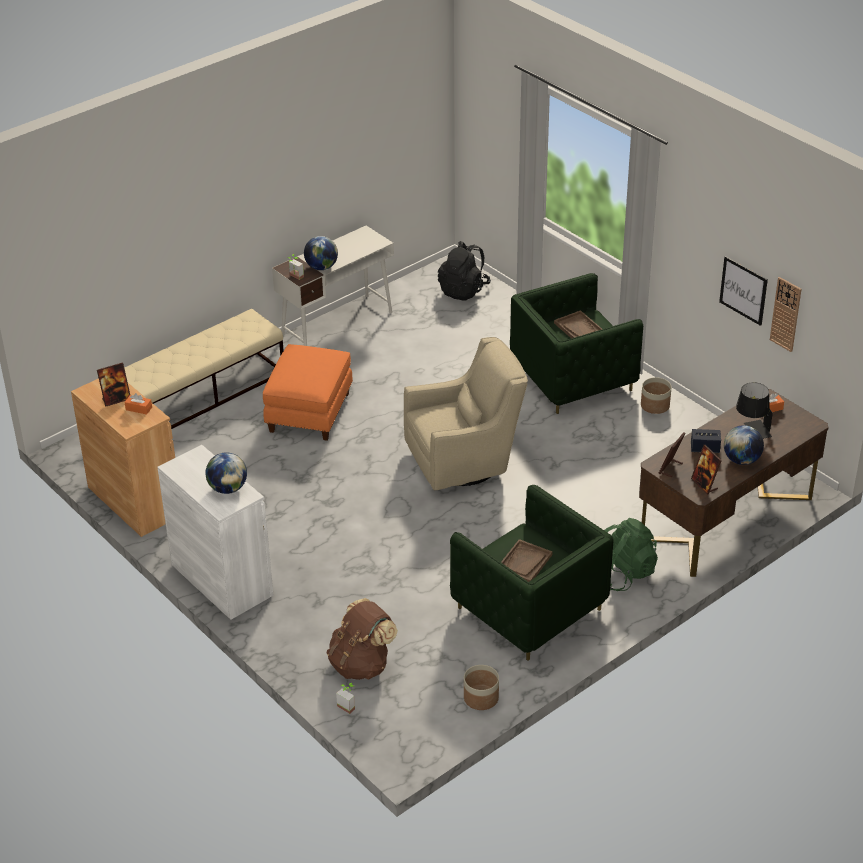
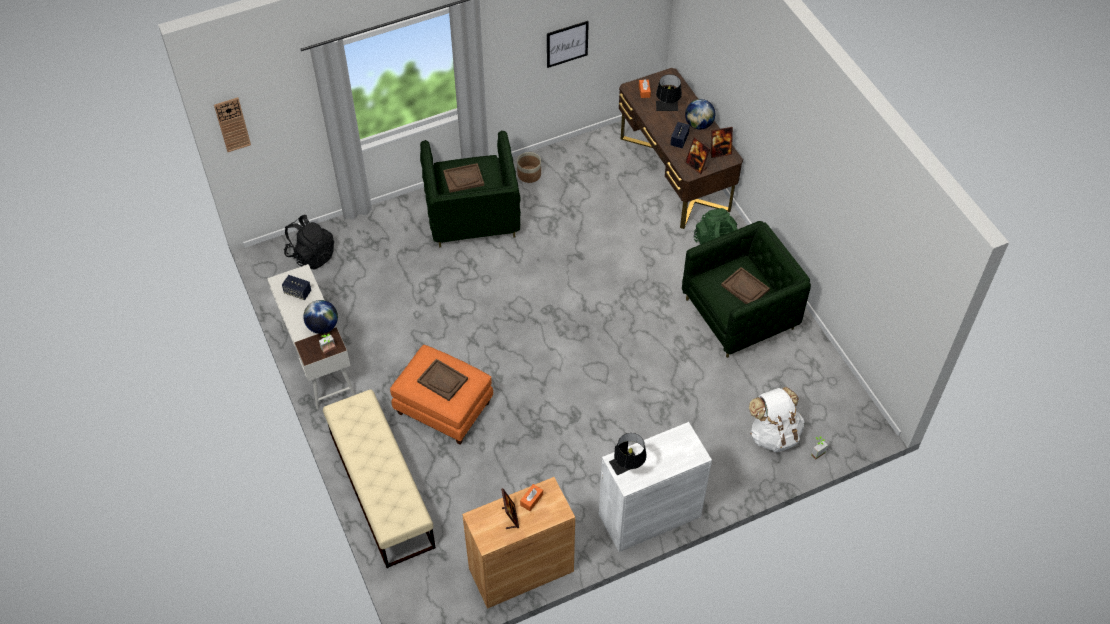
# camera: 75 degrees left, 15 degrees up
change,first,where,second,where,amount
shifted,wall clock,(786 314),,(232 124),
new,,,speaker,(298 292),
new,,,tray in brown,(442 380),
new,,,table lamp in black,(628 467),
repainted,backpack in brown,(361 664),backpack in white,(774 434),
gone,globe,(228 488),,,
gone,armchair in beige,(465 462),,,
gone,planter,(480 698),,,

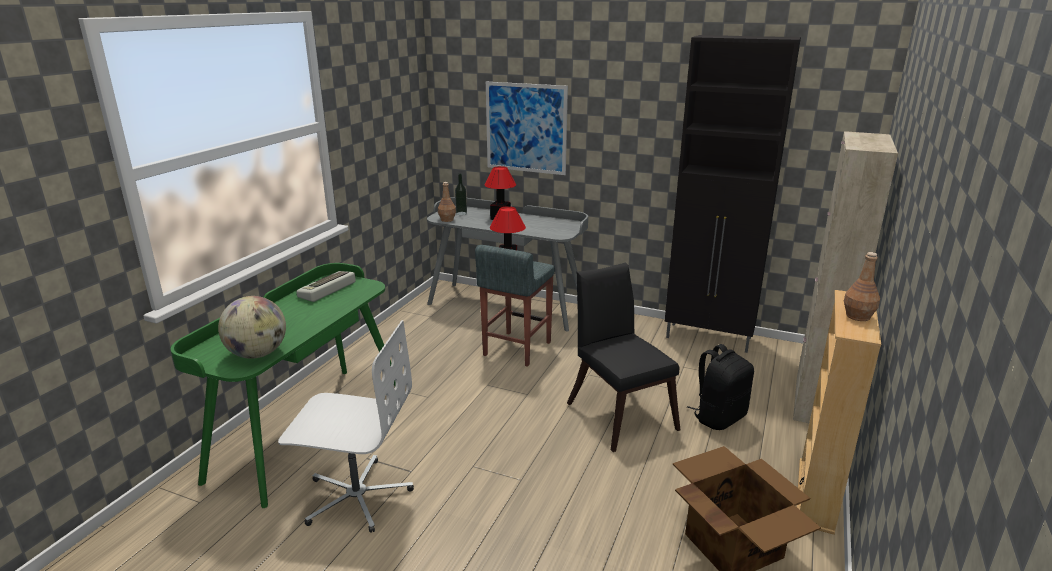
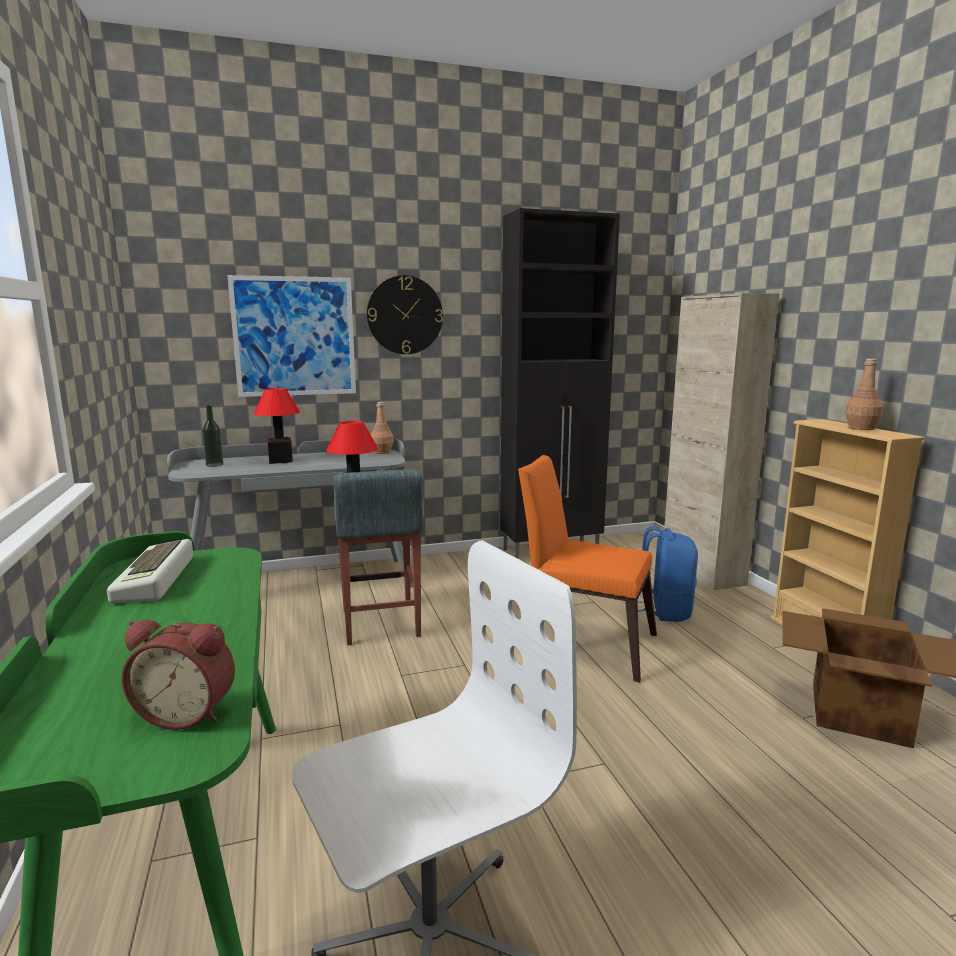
# camera: 40 degrees left, 10 degrees down
change,first,where,second,where,amount
swapped,globe,(258 354),alarm clock,(188 713),
new,,,wall clock,(405 315),
shifted,bottle in brown,(447 220),,(382 452),
repainted,chair in black,(619 412),chair in orange,(582 642),
repainted,backpack in black,(718 417),backpack in blue,(664 610),

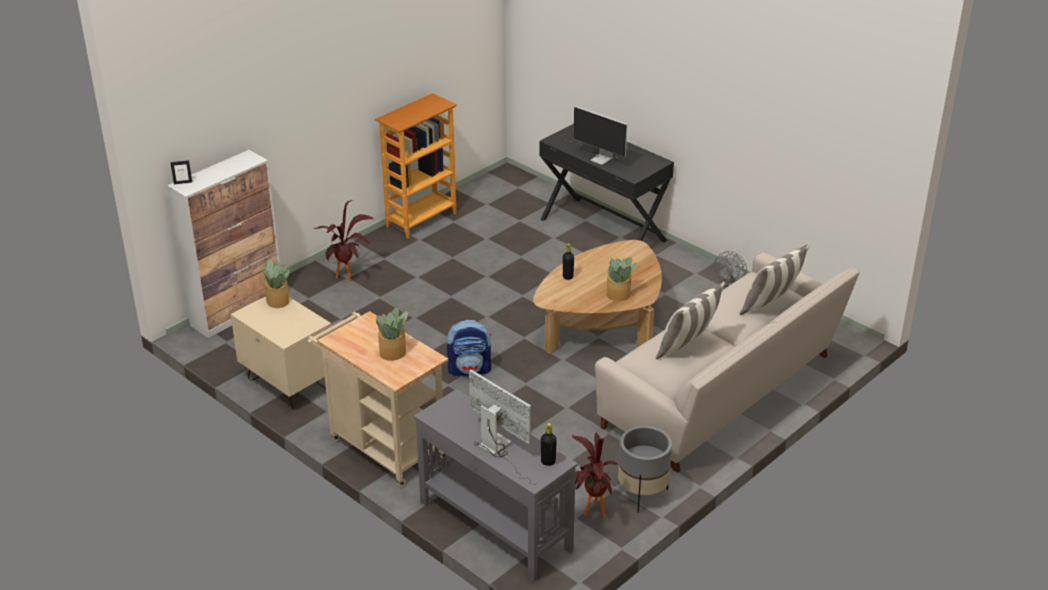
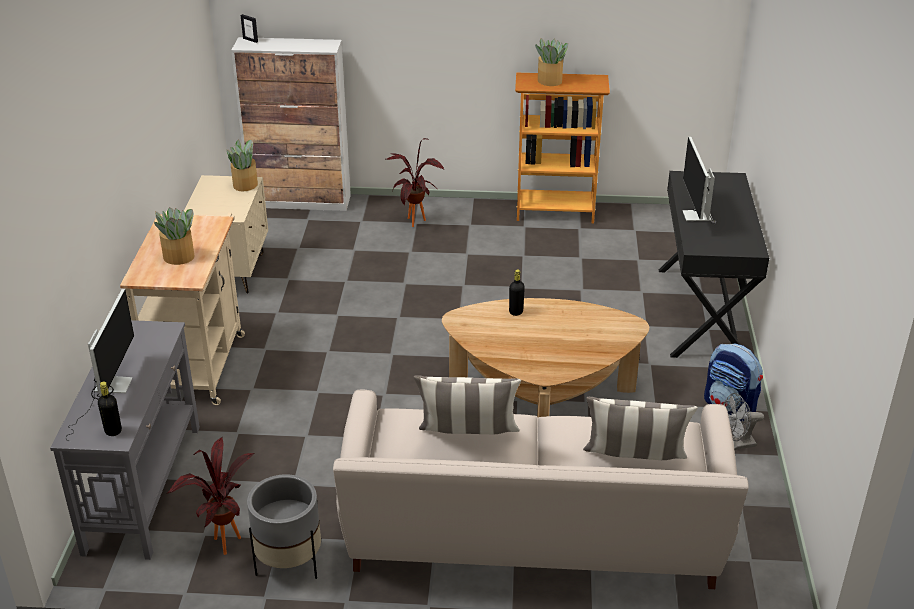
# camera: 50 degrees right, 0 degrees up
change,first,where,second,where,amount
shifted,potted plant,(619 295),,(550 81),
shifted,backpack,(470 369),,(730 407),

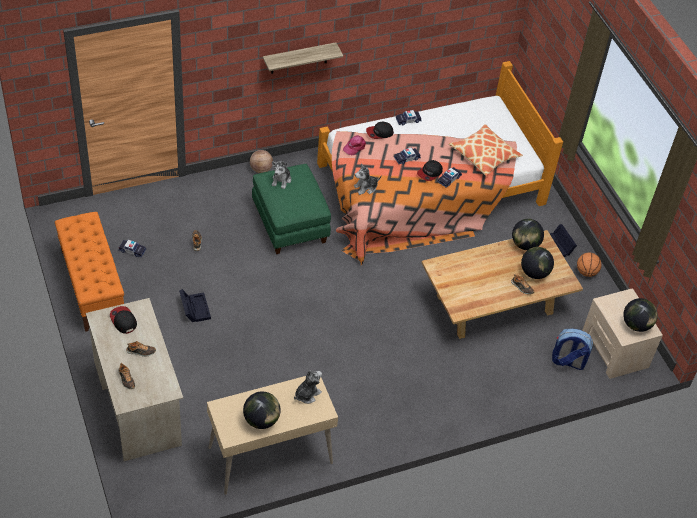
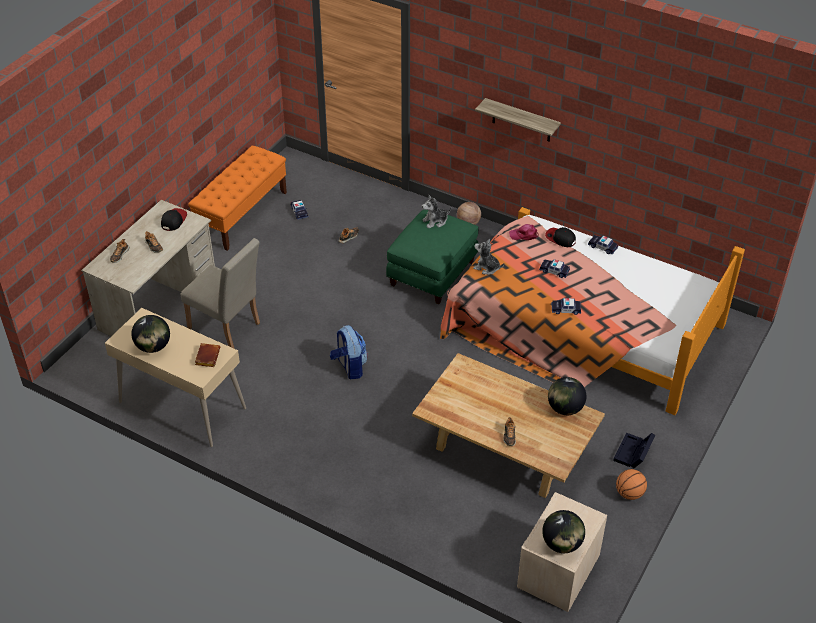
# camera: 55 degrees right, 5 degrees down
change,first,where,second,where,amount
new,,,chair in beige,(228 328),
swapped,plush toy,(307 394),book in brown,(207 356),
shifted,backpack,(567 361),,(349 367),
gone,storage box in black,(194 308),,,
gone,cap,(430 173),,,
gone,pillow,(484 155),,,
gone,globe,(534 273),,,

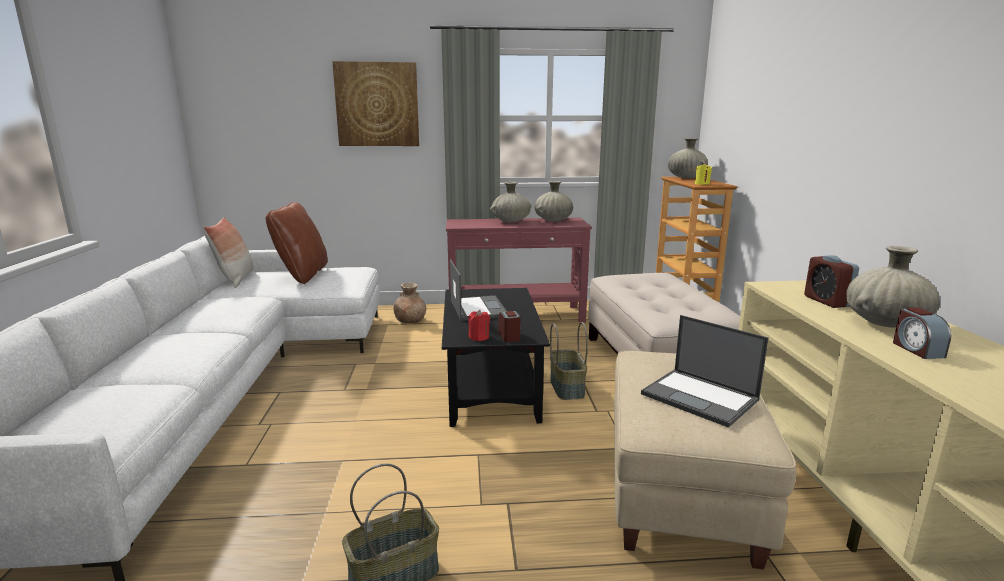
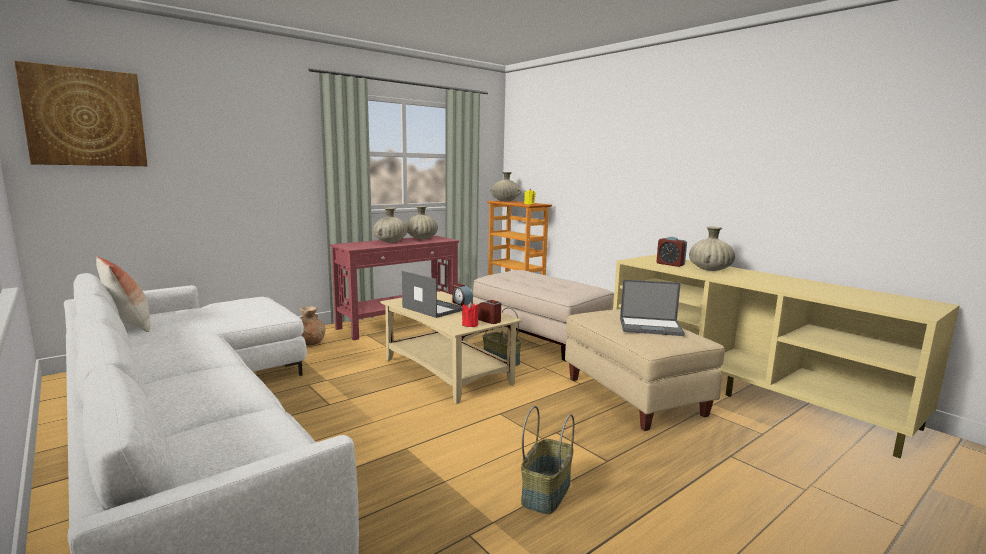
# camera: 35 degrees left, 5 degrees down
change,first,where,second,where,amount
shifted,picture,(377 104),,(85 117),
repainted,coffee table in black,(490 384),coffee table in beige,(446 371),
shifted,alarm clock,(916 349),,(461 303),
gone,pillow in brown,(302 275),,,

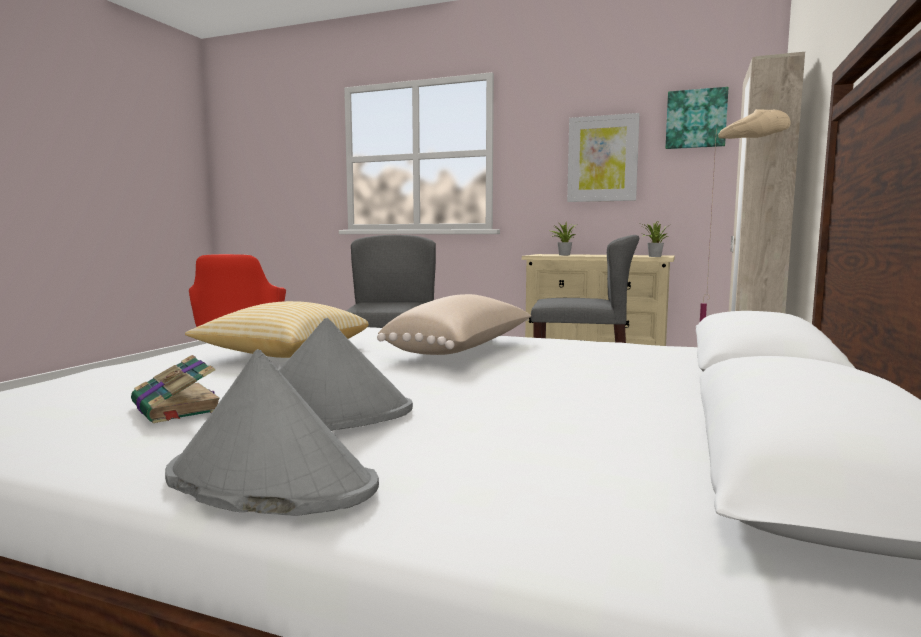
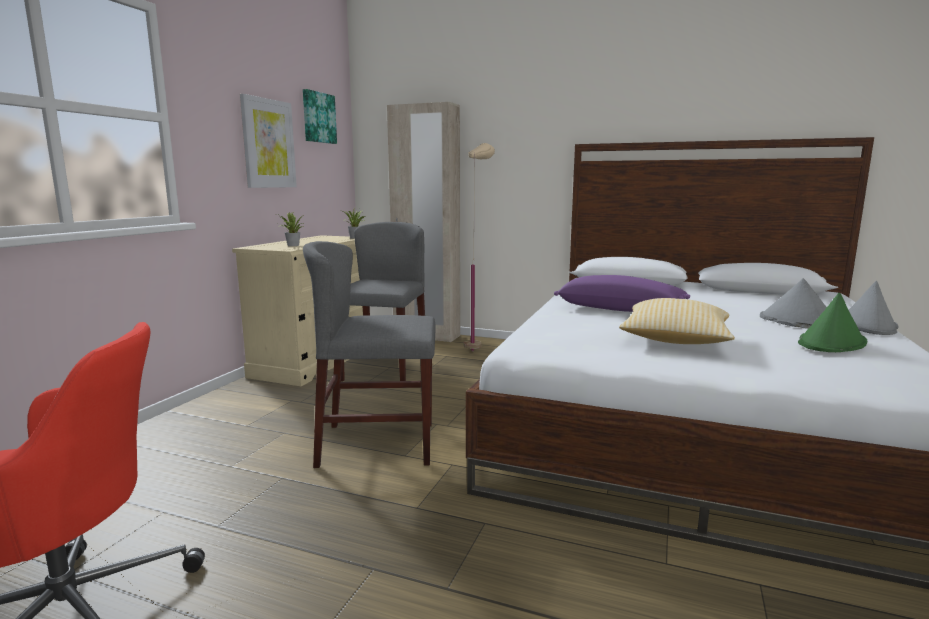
# camera: 90 degrees left, 5 degrees up
change,first,where,second,where,amount
repainted,pillow in beige,(463 350),pillow in purple,(620 309),
swapped,book,(178 408),hat in green,(831 343),

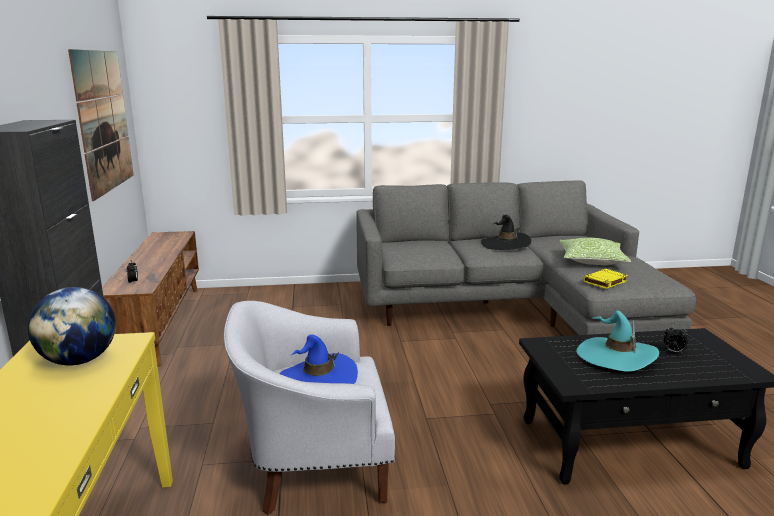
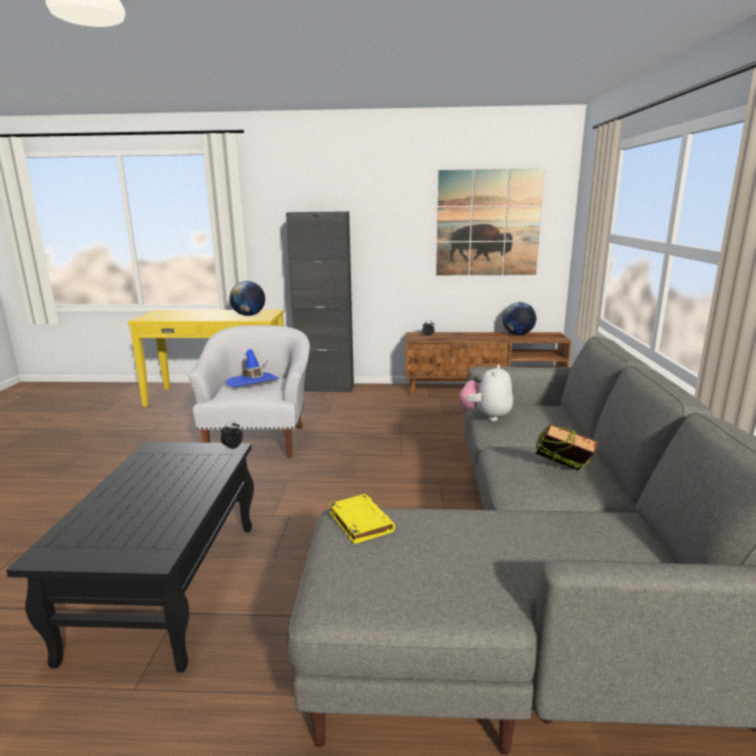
# camera: 100 degrees right, 0 degrees up
change,first,where,second,where,amount
shifted,alarm clock,(673 352),,(232 447),
new,,,plush toy,(486 416),
new,,,globe,(518 334),
swapped,hat in black,(505 244),book,(561 476),
gone,pillow,(592 261),,,
gone,hat in turquoise,(616 357),,,

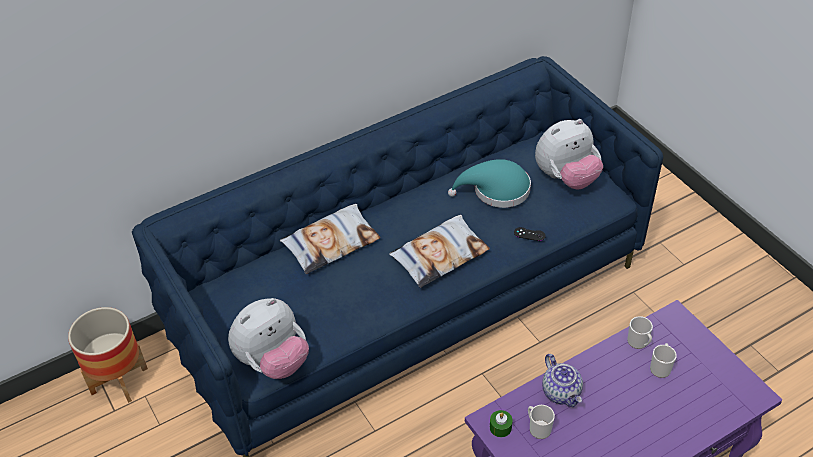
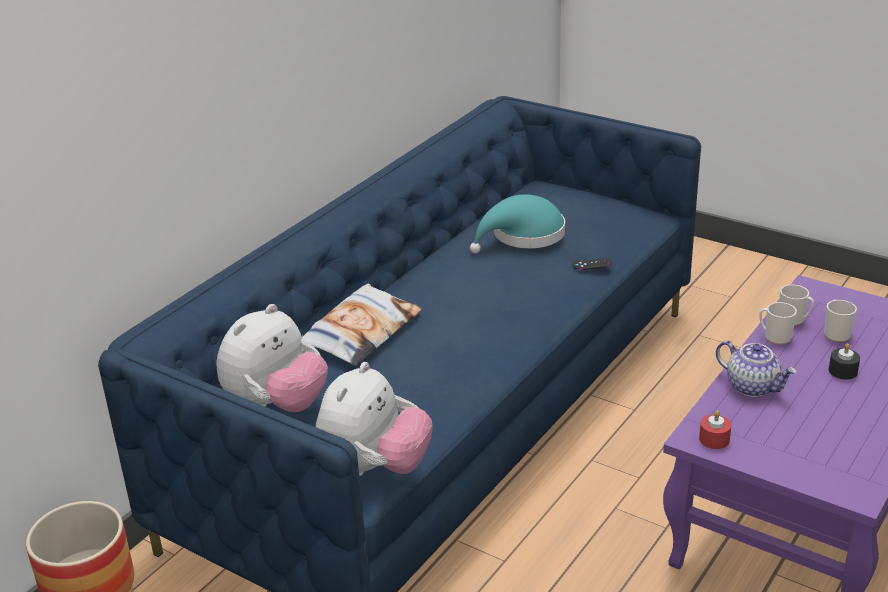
# camera: 25 degrees left, 15 degrees down
change,first,where,second,where,amount
shifted,plush toy,(566 178),,(276 405),
repainted,candle in green,(500 427),candle in red,(714 439),
shifted,mug,(538 428),,(774 337),
new,,,candle in black,(843 371),
gone,pillow,(439 255),,,

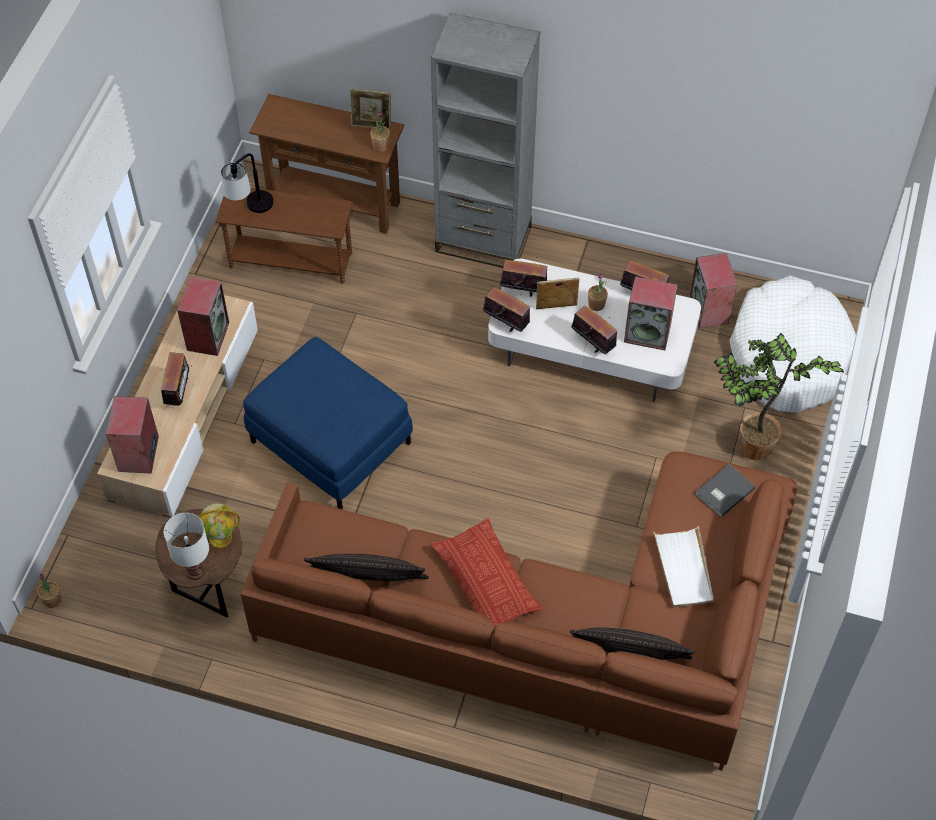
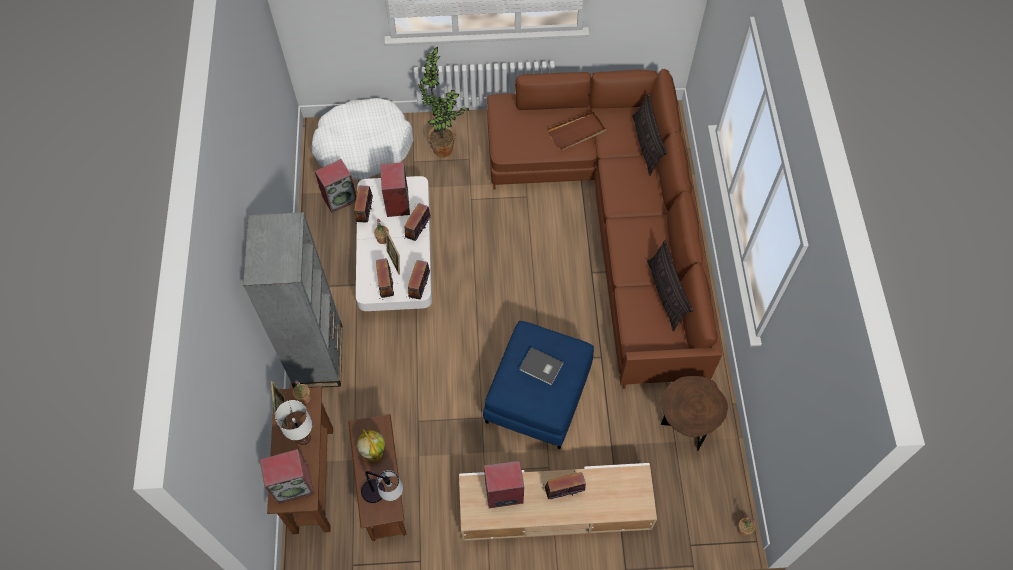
# camera: 110 degrees left, 5 degrees up
change,first,where,second,where,amount
shifted,speaker,(139 454),,(293 485),
shifted,table lamp in white,(196 571),,(303 438),
shifted,globe,(221 537),,(373 452),
shifted,book in grey,(723 491),,(541 367),
repainted,tray in white,(684 569),tray in brown,(576 132),
gone,pillow,(486 581),,,

